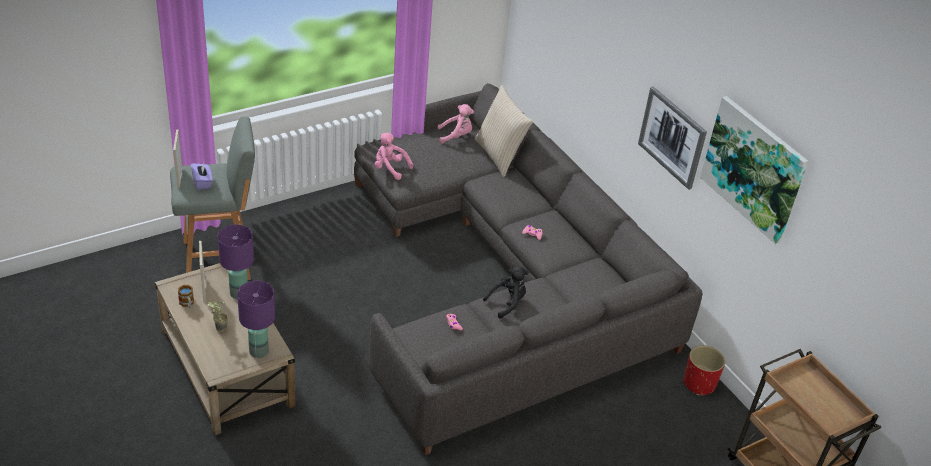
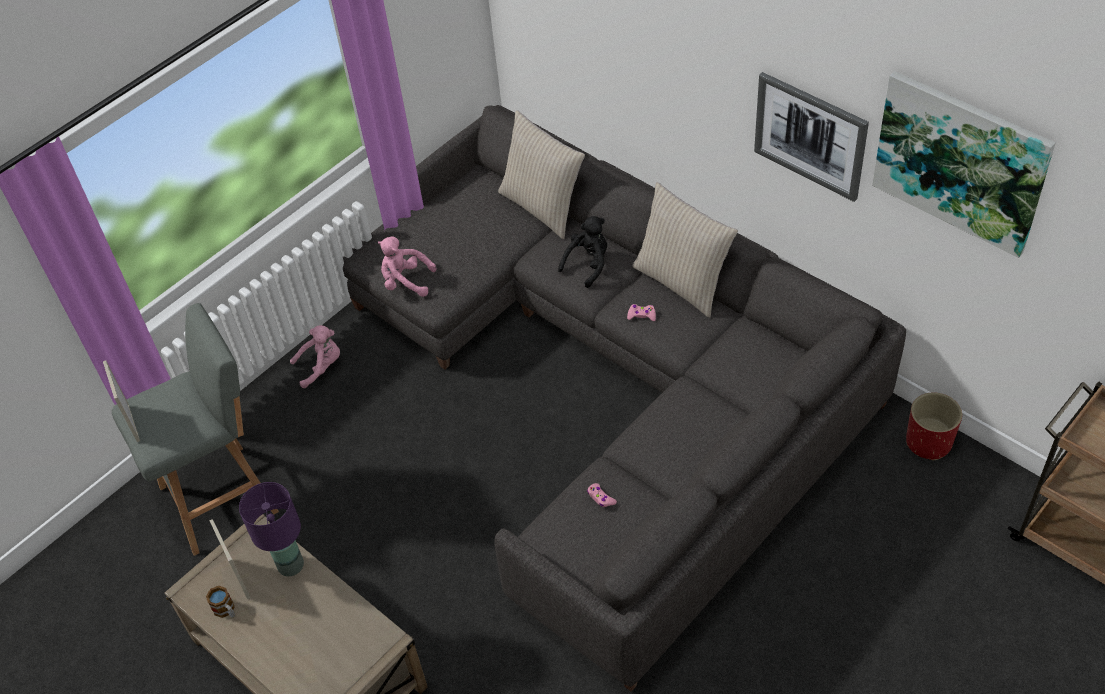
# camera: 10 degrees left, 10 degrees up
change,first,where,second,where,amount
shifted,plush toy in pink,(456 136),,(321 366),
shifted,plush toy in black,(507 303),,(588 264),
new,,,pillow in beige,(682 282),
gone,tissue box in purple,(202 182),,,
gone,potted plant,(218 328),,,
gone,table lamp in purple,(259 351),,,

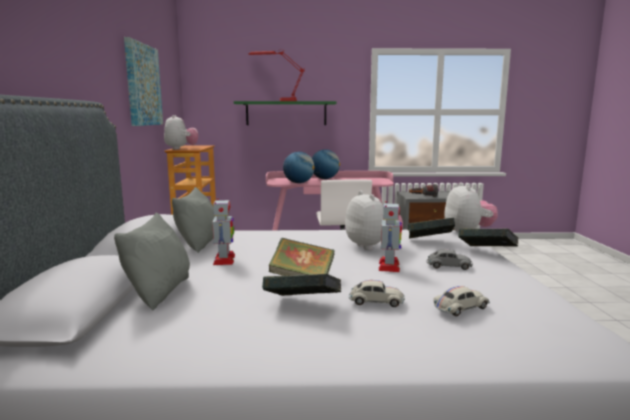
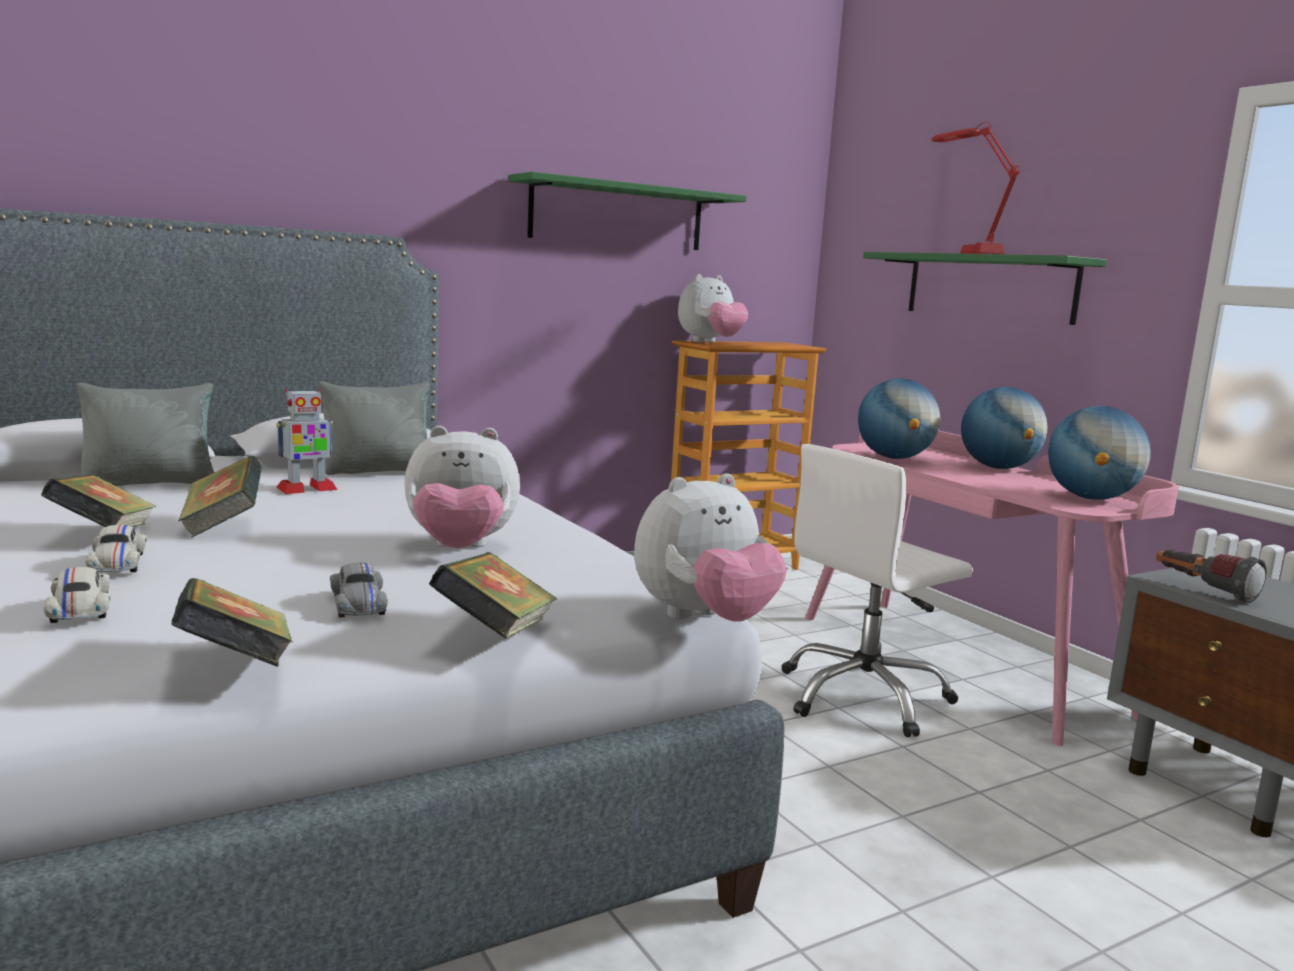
# camera: 60 degrees right, 0 degrees up
change,first,where,second,where,amount
rotated,toy car in white,(461 308),,(80 609),150 degrees counterclockwise
shifted,book,(429 242),,(234 666),
rotated,plush toy,(372 246),,(460 549),45 degrees clockwise
swapped,picture,(143 85),shelf in green,(618 215),
new,,,globe,(1091 498),
gone,toy robot,(389 266),,,

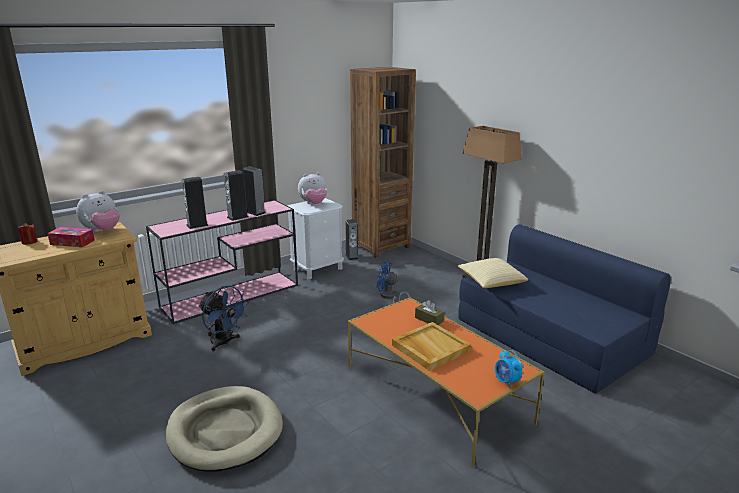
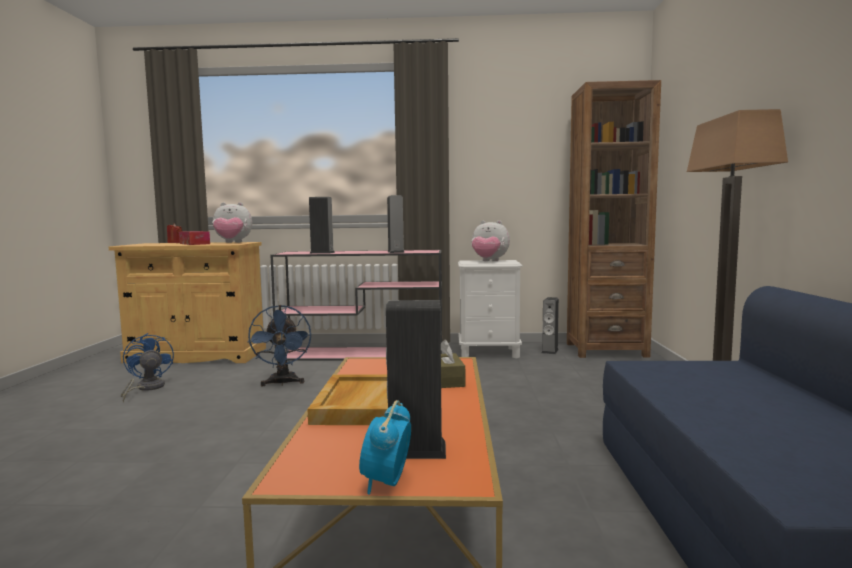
# camera: 40 degrees right, 15 degrees down
change,first,where,second,where,amount
shifted,fan in blue,(389 297),,(146 388),
shifted,speaker,(237 217),,(416 449),
gone,dog bed in beige,(225 431),,,
gone,pillow,(490 282),,,

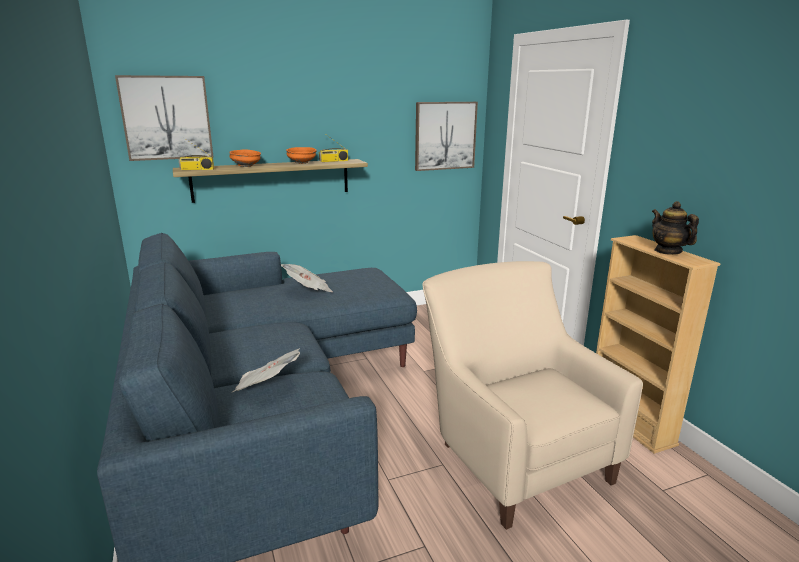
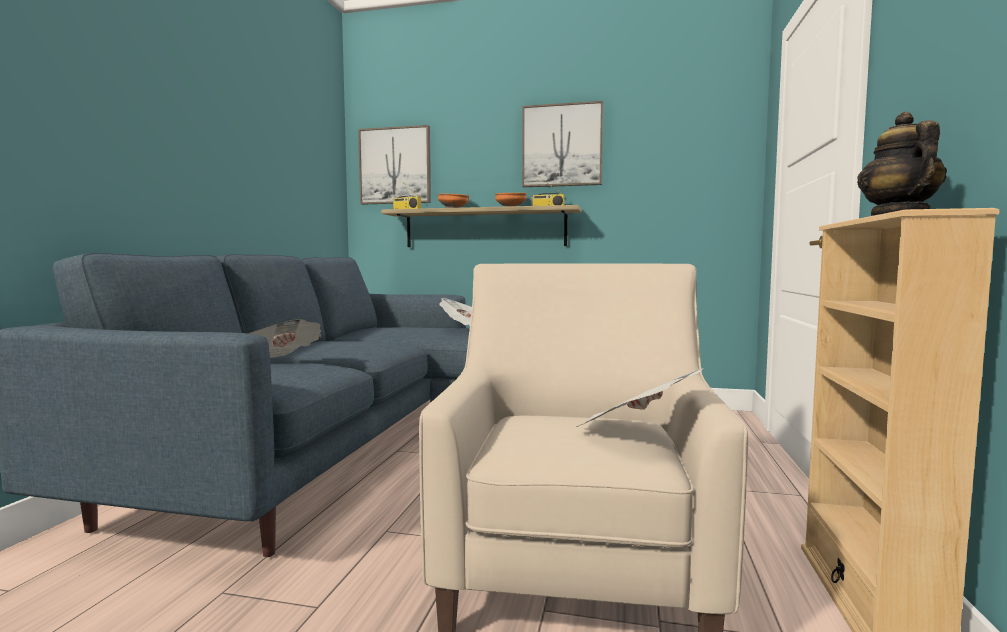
# camera: 35 degrees right, 15 degrees down
change,first,where,second,where,amount
shifted,picture,(445 135),,(562 145),
new,,,newspaper,(634 432),

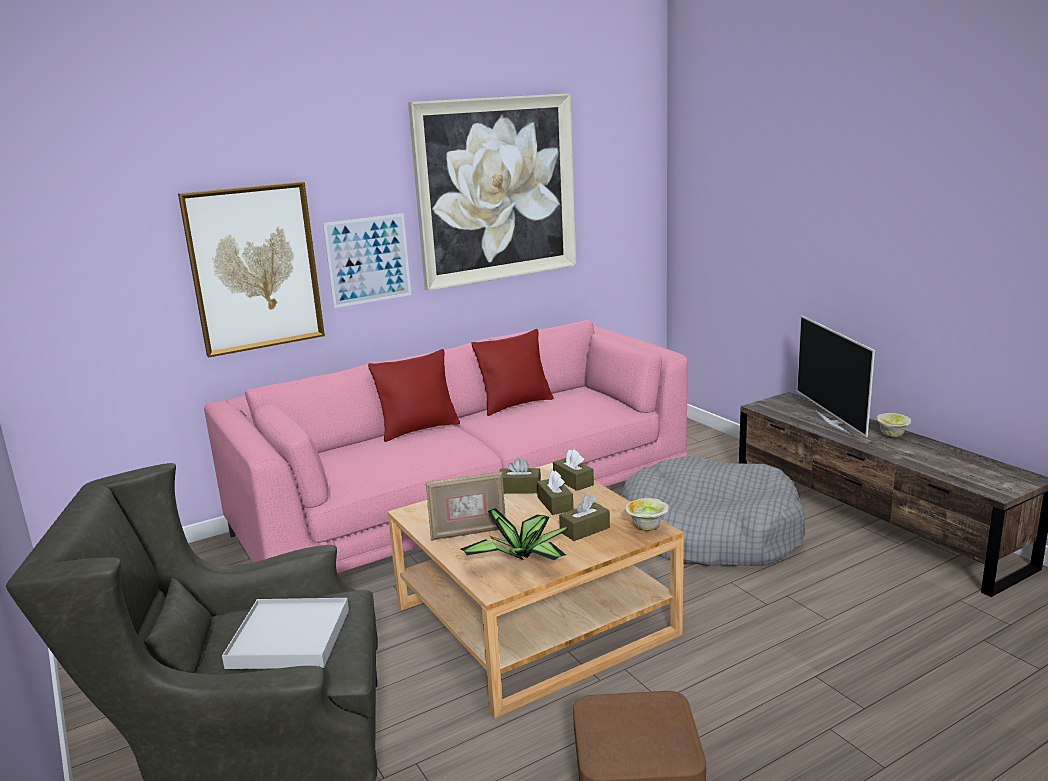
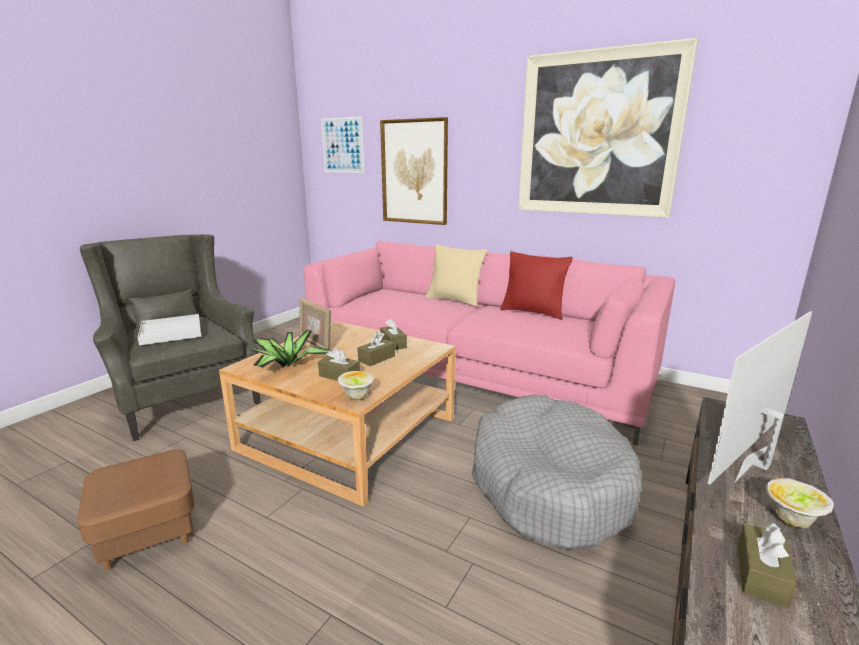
# camera: 60 degrees right, 0 degrees up
change,first,where,second,where,amount
shifted,picture,(368 260),,(342 145),
repainted,pillow in red,(418 429),pillow in beige,(454 300),
shifted,tissue box in brown,(573 481),,(761 574),

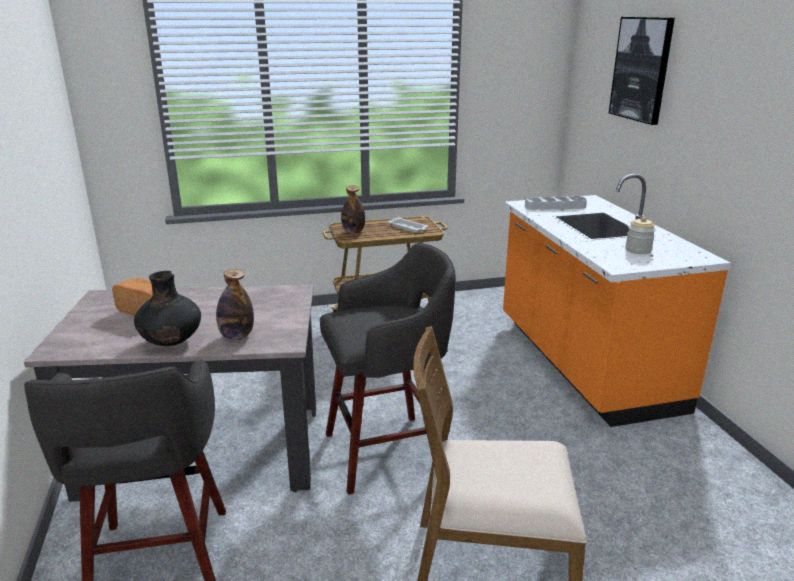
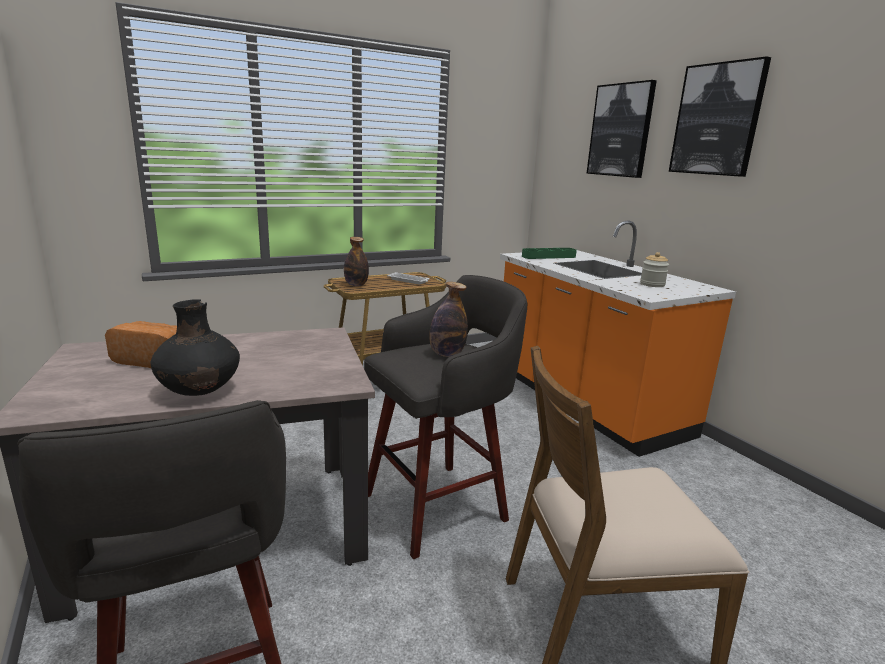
# camera: 15 degrees left, 5 degrees down
change,first,where,second,where,amount
shifted,bottle,(237 336),,(446 354),
repainted,tray in grey,(555 206),tray in green,(548 256),
new,,,picture,(717 120),

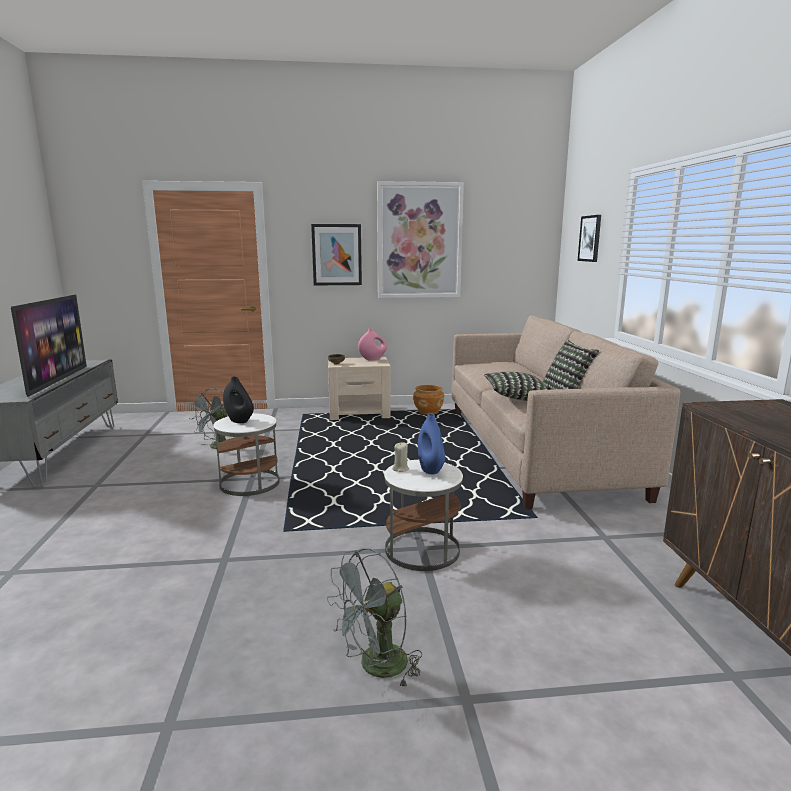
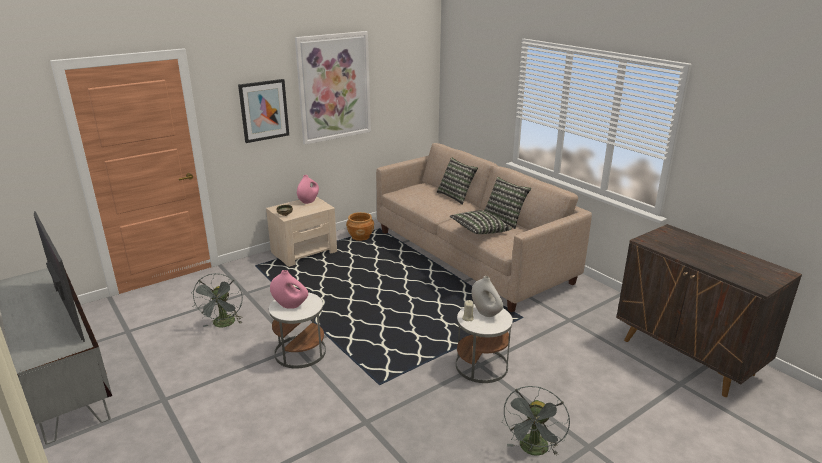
# camera: 30 degrees left, 10 degrees up
change,first,where,second,where,amount
repainted,vase in black,(239 420),vase in pink,(290 305),
new,,,pillow,(456 196),
repainted,vase in blue,(431 469),vase in white,(486 313),
gone,picture,(590 238),,,

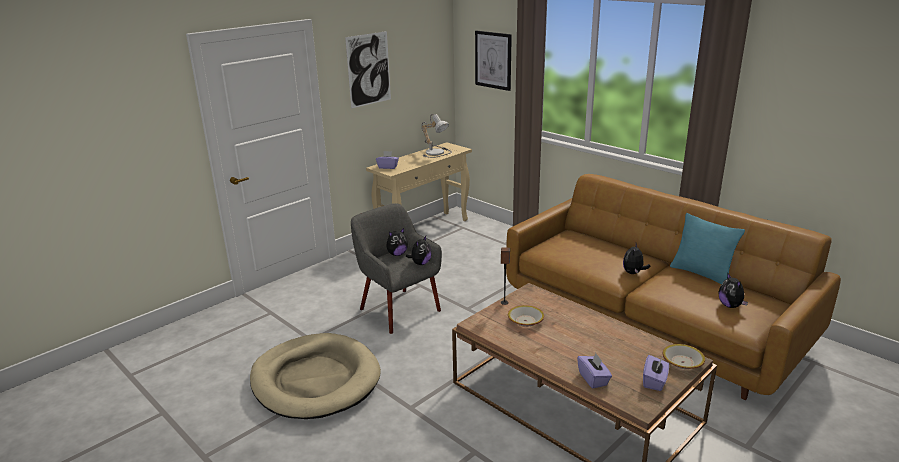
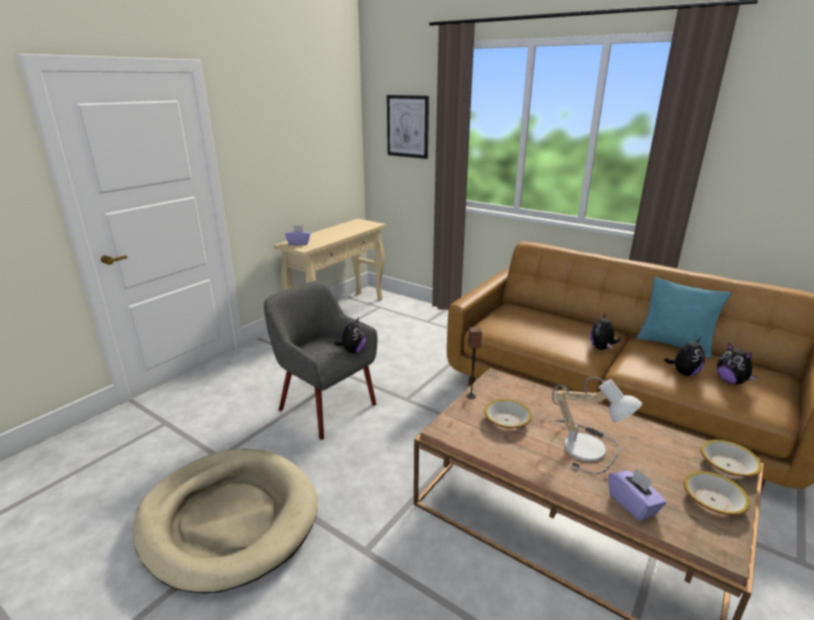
# camera: 10 degrees left, 0 degrees up
change,first,where,second,where,amount
shifted,table lamp,(437 152),,(588 447),
shifted,plush toy,(397 254),,(683 373),
swapped,tissue box in purple,(654 381),bowl,(712 500),
gone,picture,(369 69),,,

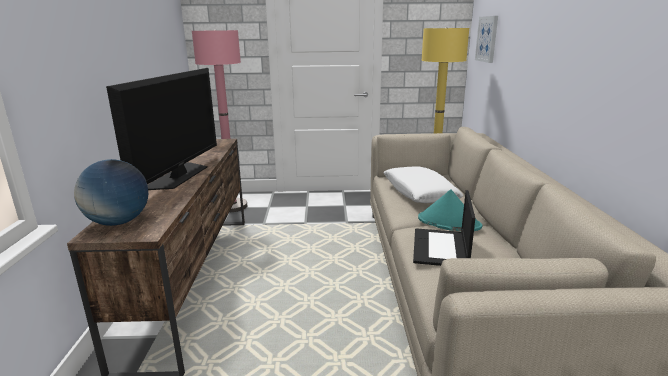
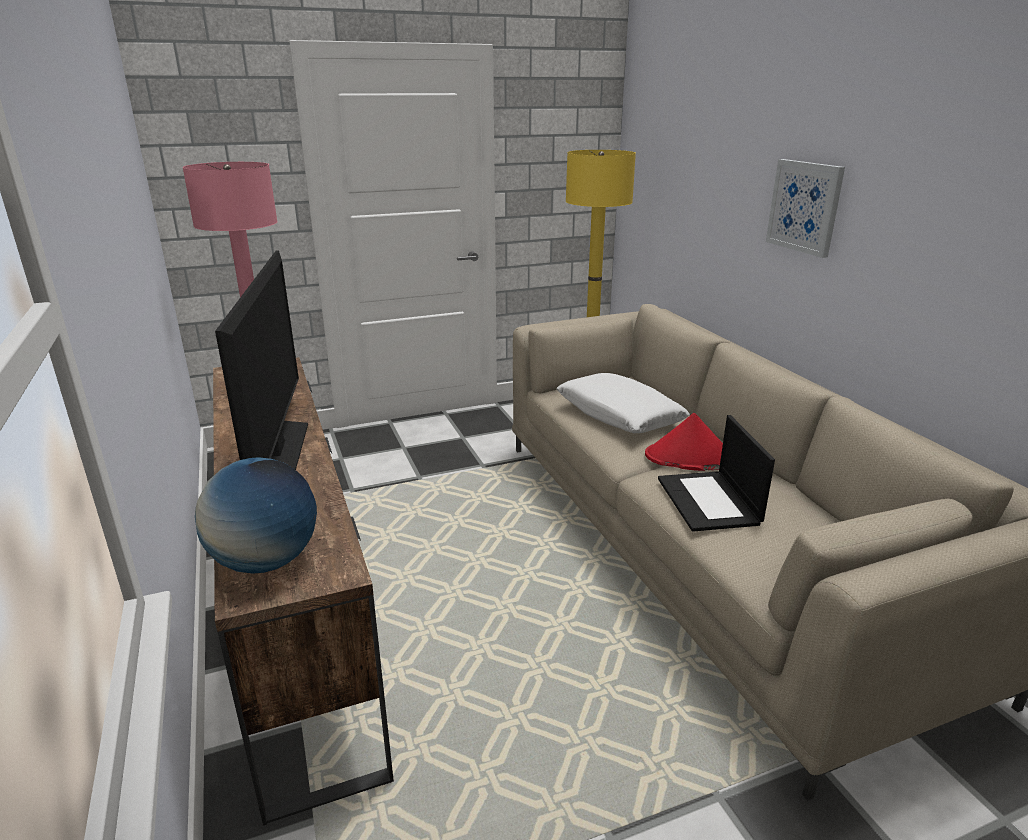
# camera: 20 degrees left, 5 degrees up
change,first,where,second,where,amount
repainted,hat in turquoise,(448 222),hat in red,(689 458),
shifted,picture,(487 39),,(805 207),

